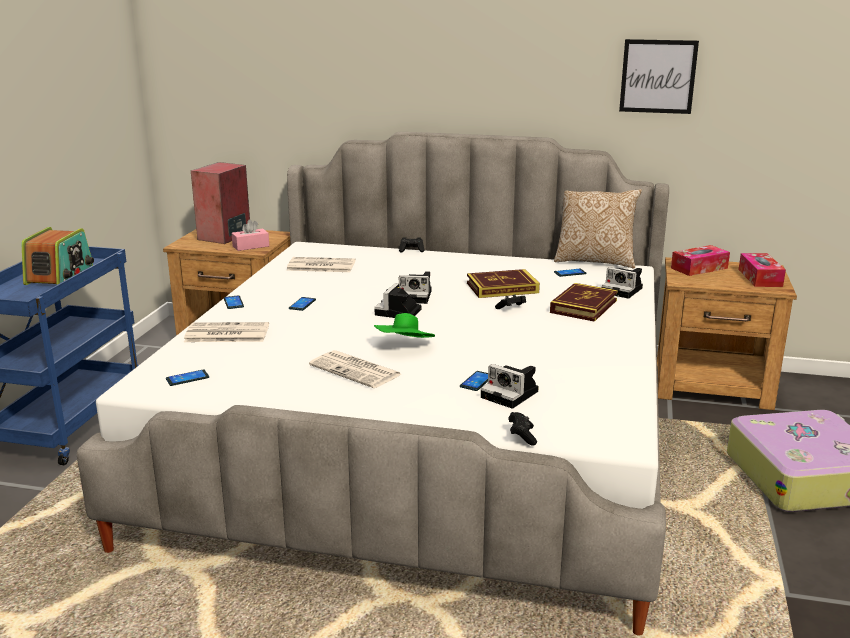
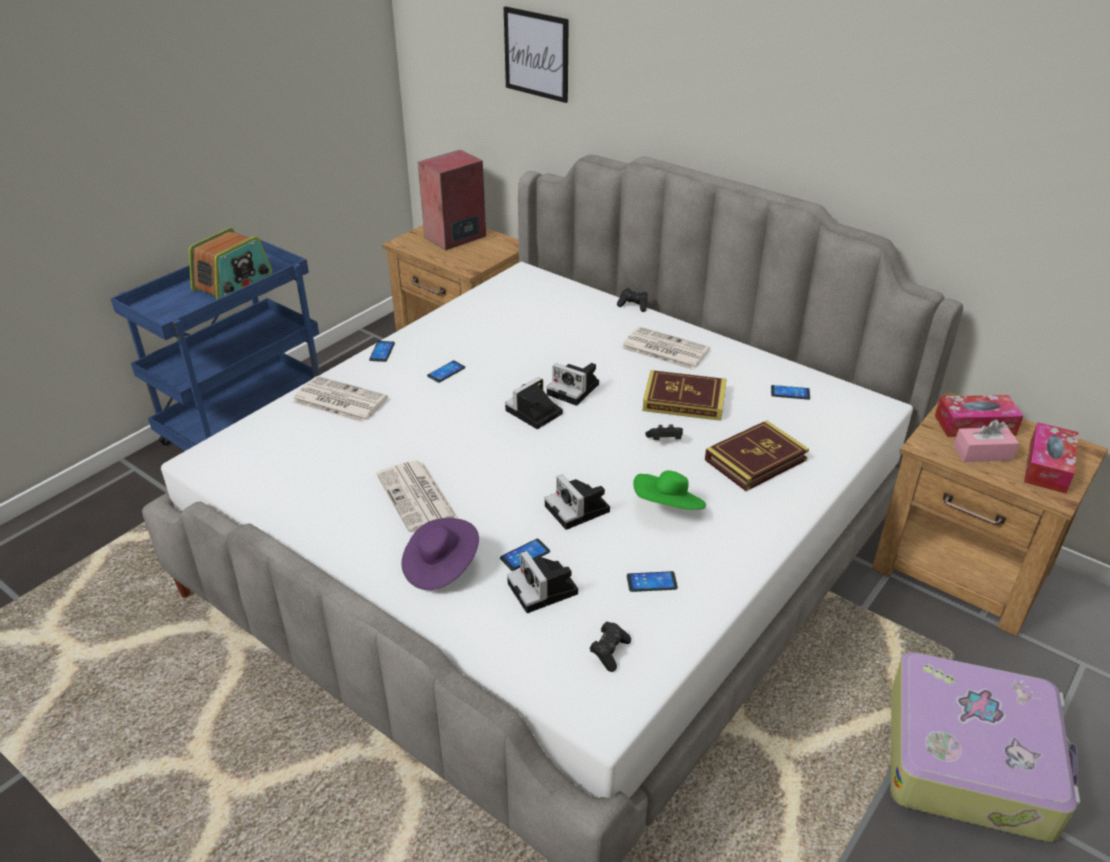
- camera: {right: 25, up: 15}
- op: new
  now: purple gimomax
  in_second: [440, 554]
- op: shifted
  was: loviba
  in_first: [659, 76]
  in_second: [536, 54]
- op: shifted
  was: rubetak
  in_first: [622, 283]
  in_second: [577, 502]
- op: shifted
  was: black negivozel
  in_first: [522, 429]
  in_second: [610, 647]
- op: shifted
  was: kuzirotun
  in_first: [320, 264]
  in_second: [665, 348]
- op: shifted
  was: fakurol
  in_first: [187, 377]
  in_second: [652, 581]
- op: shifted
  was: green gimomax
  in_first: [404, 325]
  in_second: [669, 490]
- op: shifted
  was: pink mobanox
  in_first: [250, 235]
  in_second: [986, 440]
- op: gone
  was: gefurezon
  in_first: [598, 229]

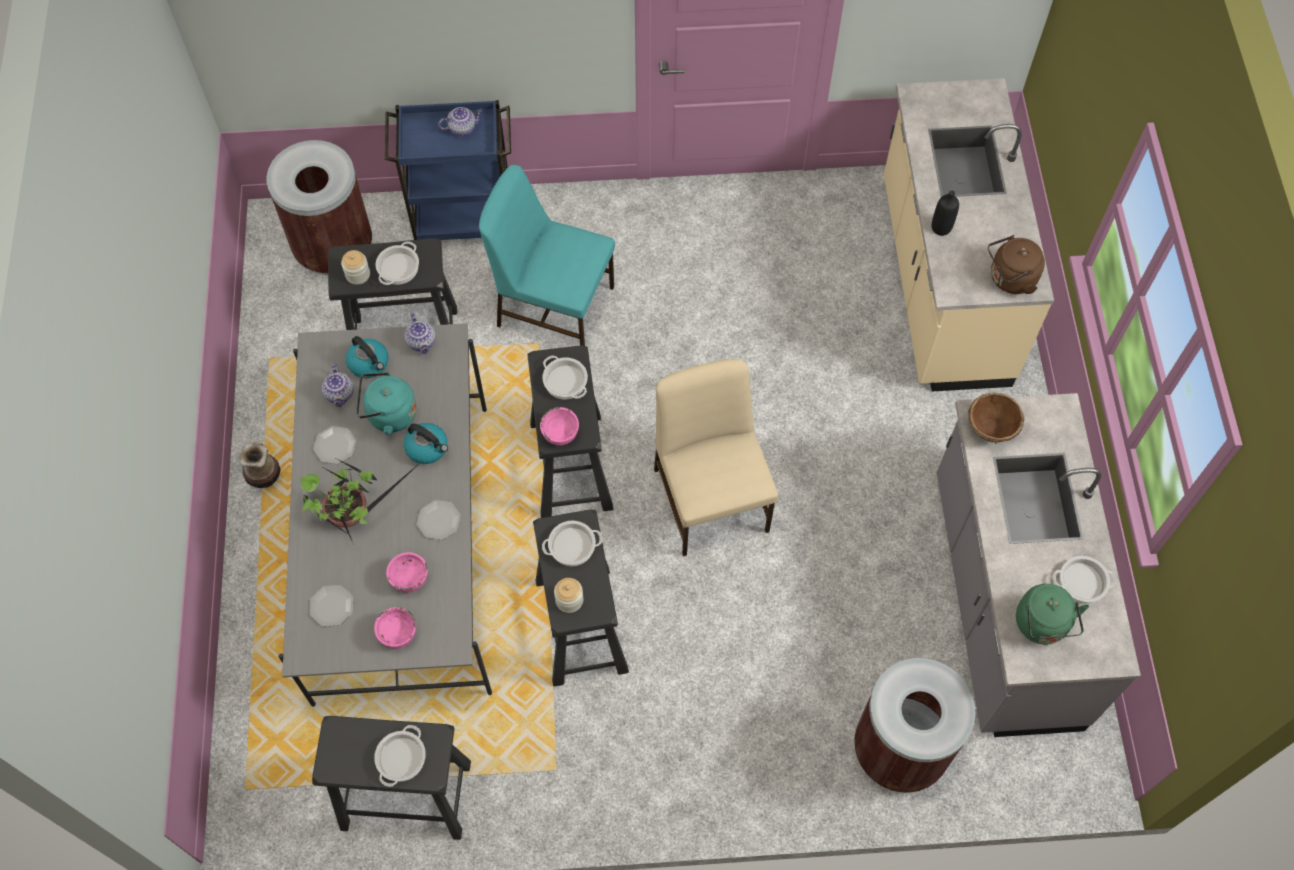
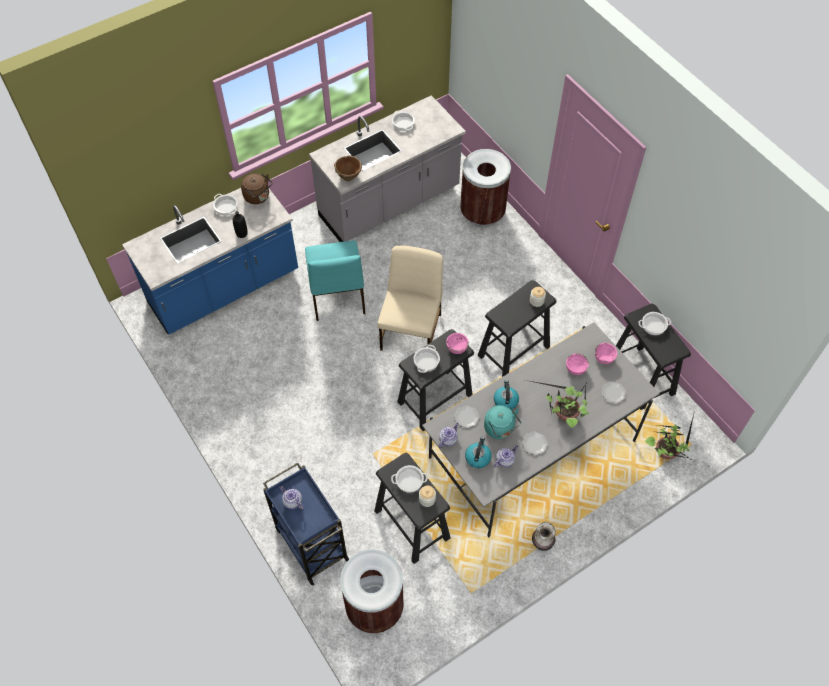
- camera: {right: -120, up: -5}
- op: repainted
  was: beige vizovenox
  now: blue vizovenox
  in_first: [969, 234]
  in_second: [210, 261]
- op: shifted
  was: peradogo
  in_first: [572, 543]
  in_second: [225, 205]
- op: shifted
  was: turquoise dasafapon
  in_first: [547, 255]
  in_second: [335, 280]
- op: rotated
  was: beige dasafapon
  in_first: [716, 457]
  in_second: [410, 298]
  clockwise: 150
- op: shifted
  was: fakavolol
  in_first: [439, 520]
  in_second: [467, 416]
- op: new
  now: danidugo
  in_second: [670, 435]
- op: gone
  was: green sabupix
  in_first: [1052, 614]

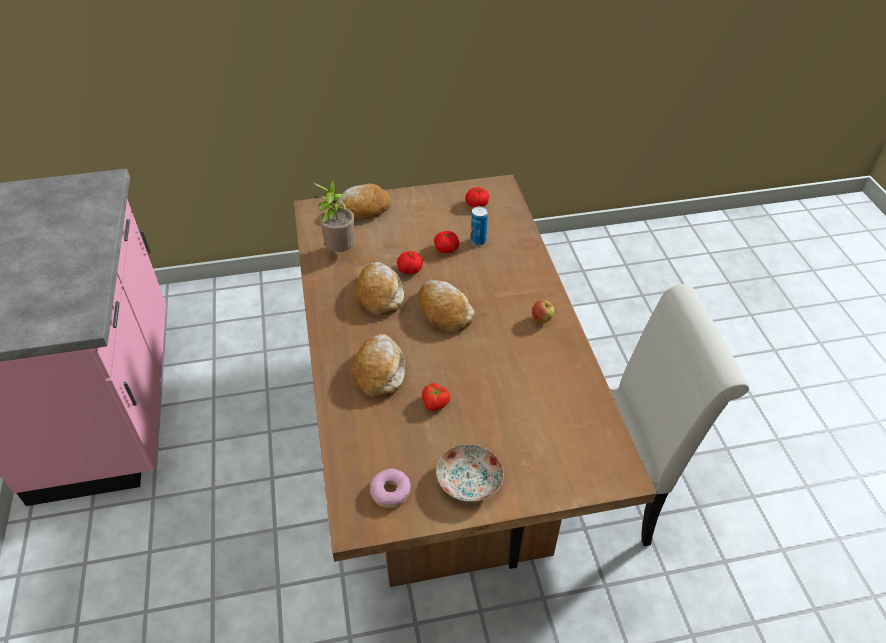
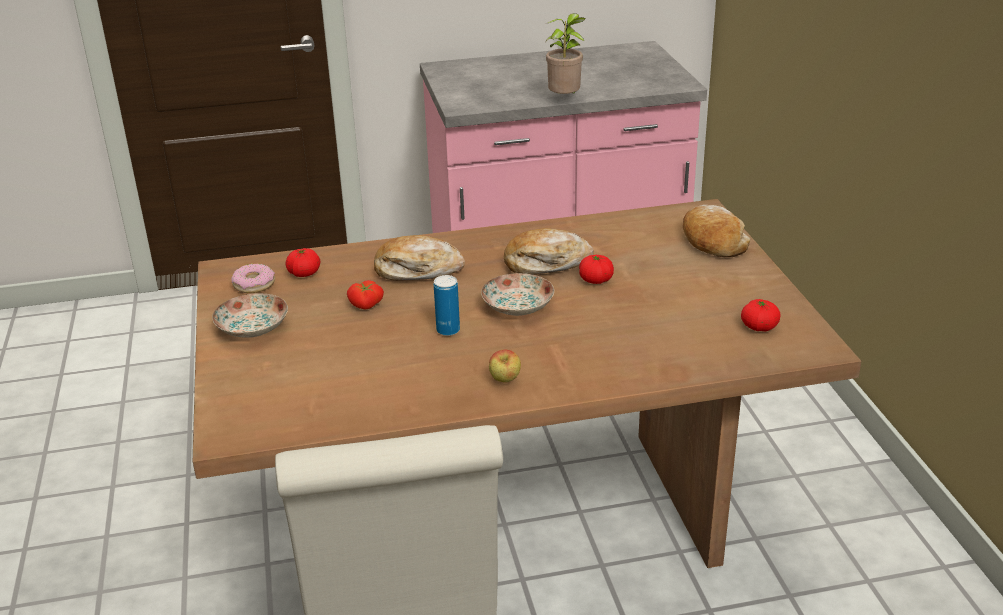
- camera: {right: 90, up: -15}
- op: shifted
  was: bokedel
  in_first: [446, 242]
  in_second: [303, 262]
- op: shifted
  was: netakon
  in_first: [479, 226]
  in_second: [447, 305]
- op: swapped
  was: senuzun
  now: fakavolol
  in_first: [446, 306]
  in_second: [517, 294]
- op: shifted
  was: danidugo
  in_first: [334, 215]
  in_second: [566, 53]

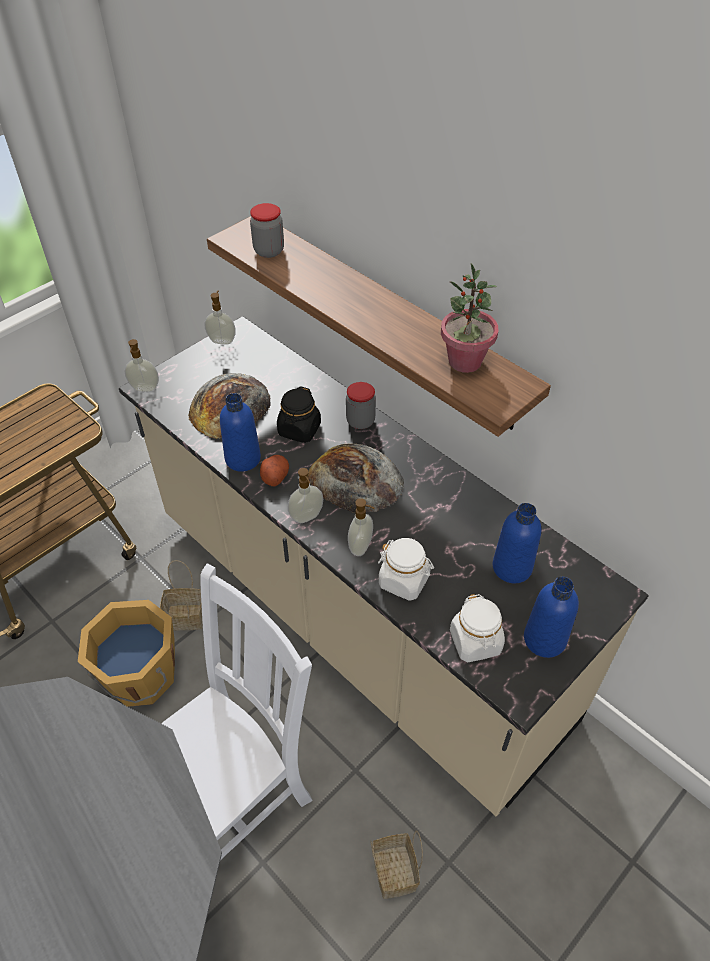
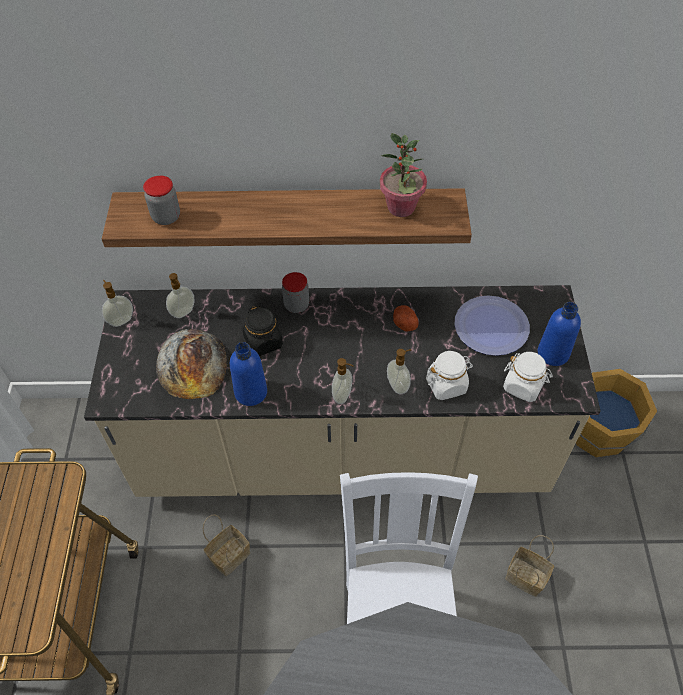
- camera: {right: -45, up: 5}
- op: shifted
  was: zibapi
  in_first: [141, 365]
  in_second: [180, 295]
- op: shifted
  was: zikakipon
  in_first: [274, 470]
  in_second: [406, 318]
- op: swapped
  was: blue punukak
  now: fakavolol
  in_first: [517, 543]
  in_second: [492, 326]
- op: shifted
  was: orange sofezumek
  in_first: [126, 653]
  in_second: [616, 413]
- op: gone
  was: senuzun
  in_first: [356, 478]

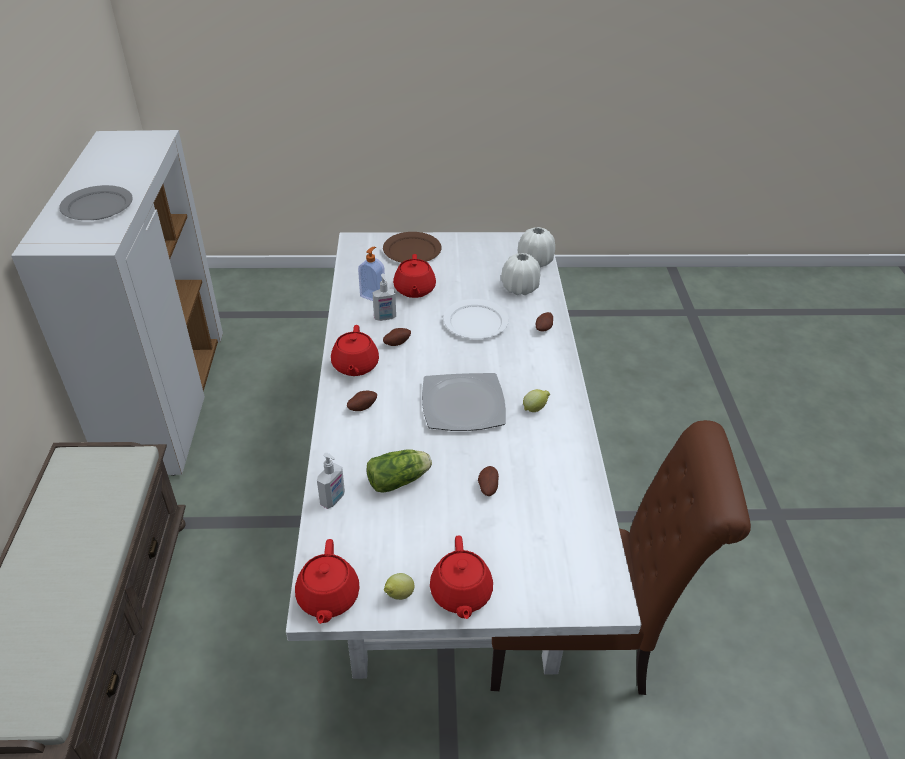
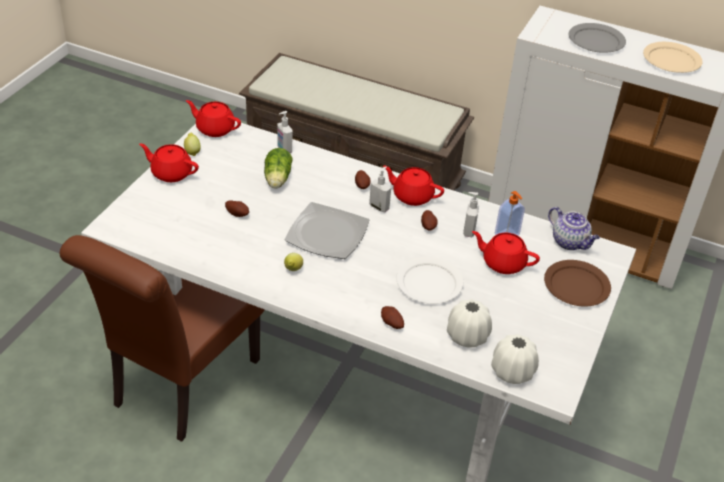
- camera: {right: 115, up: 0}
- op: new
  now: zibapi
  in_second: [380, 189]
- op: new
  now: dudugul
  in_second: [574, 228]
- op: new
  now: beige fakavolol
  in_second: [673, 57]

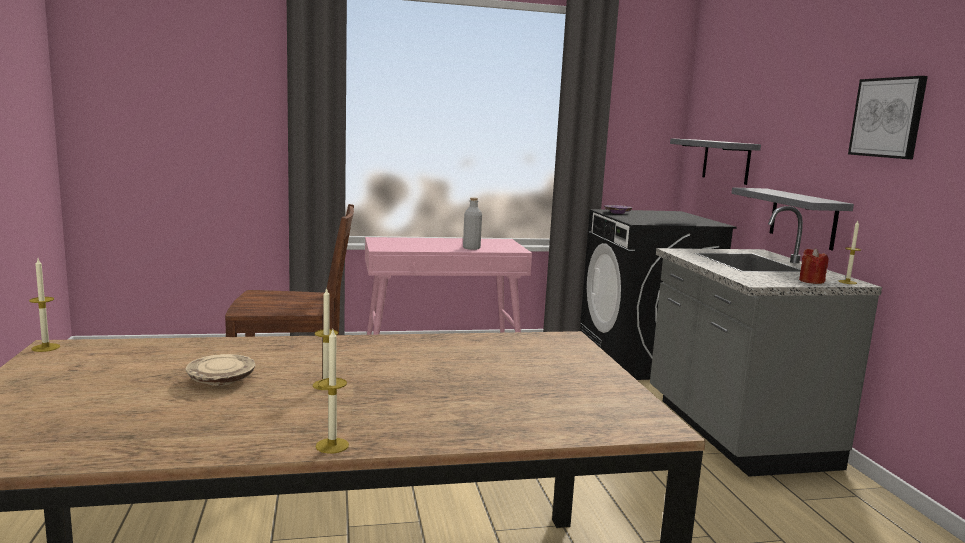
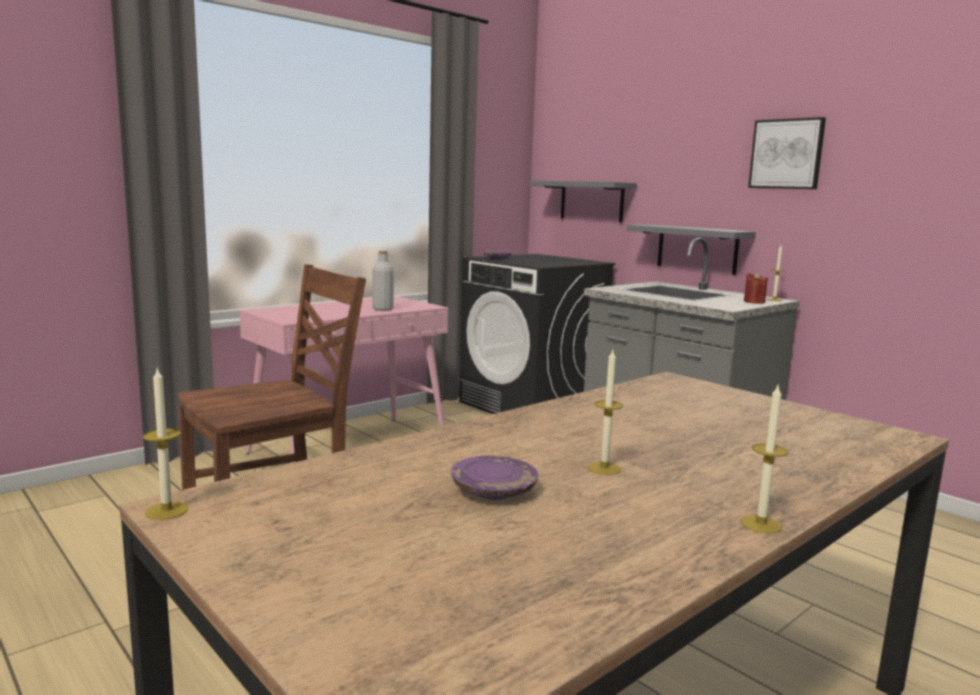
- camera: {right: -30, up: 0}
- op: repainted
  was: beige fakavolol
  now: purple fakavolol
  in_first: [221, 370]
  in_second: [494, 477]

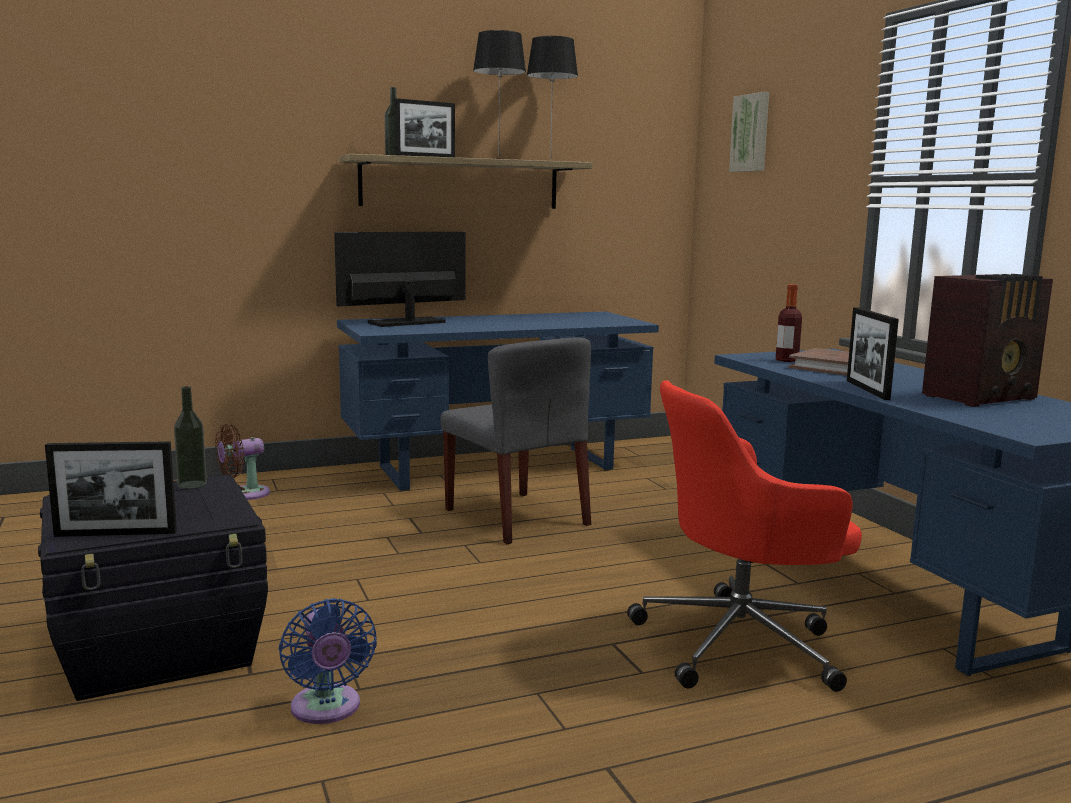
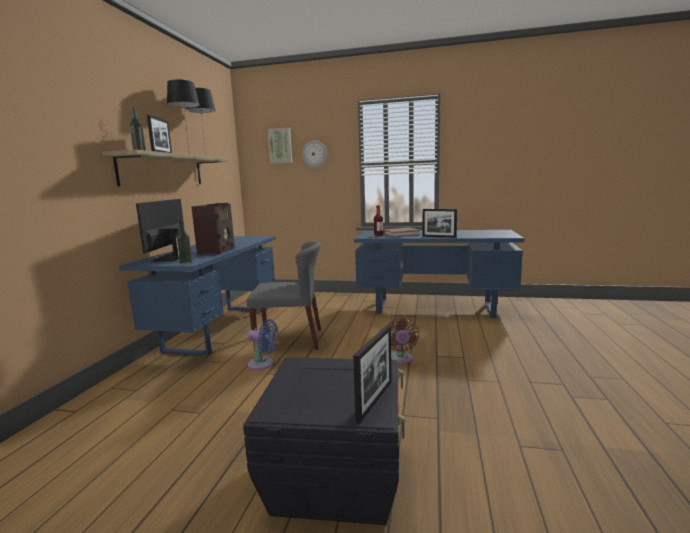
- camera: {right: -55, up: 0}
- op: shifted
  was: punukak
  in_first: [190, 437]
  in_second: [184, 242]
- op: shifted
  was: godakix
  in_first: [987, 340]
  in_second: [213, 229]
- op: shifted
  was: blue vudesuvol
  in_first: [328, 661]
  in_second: [263, 344]
- op: new
  now: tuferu
  in_second: [315, 154]
- op: shifted
  was: brown vudesuvol
  in_first: [242, 462]
  in_second: [403, 341]
- op: gone
  was: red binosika
  in_first: [744, 536]

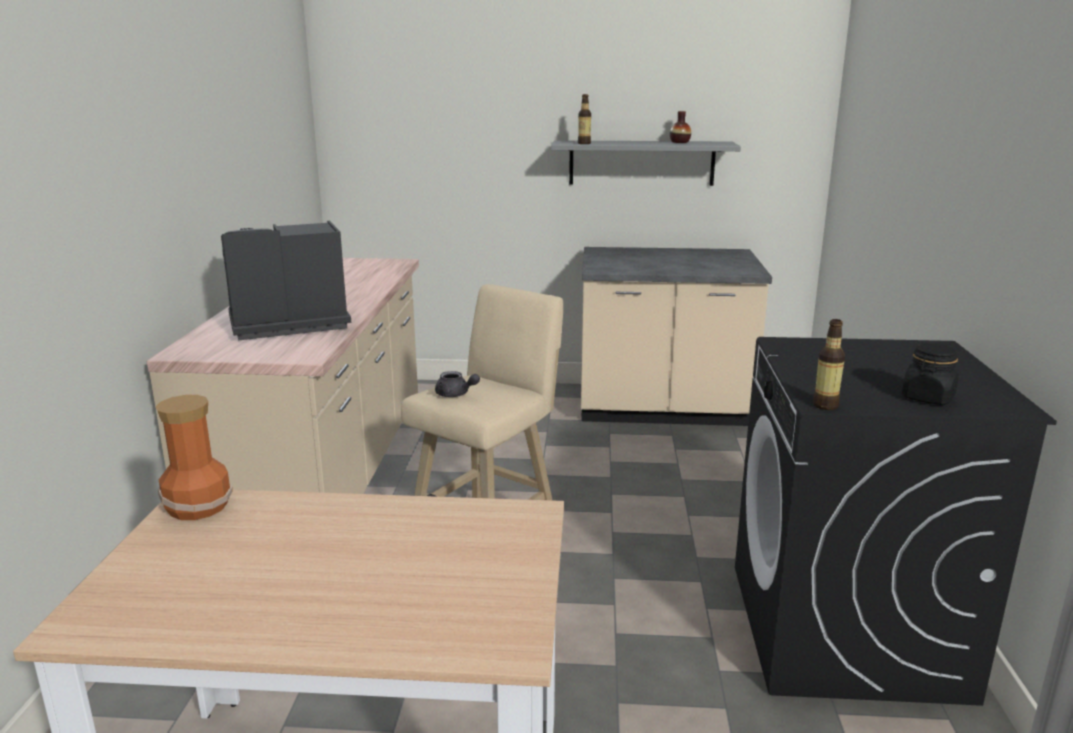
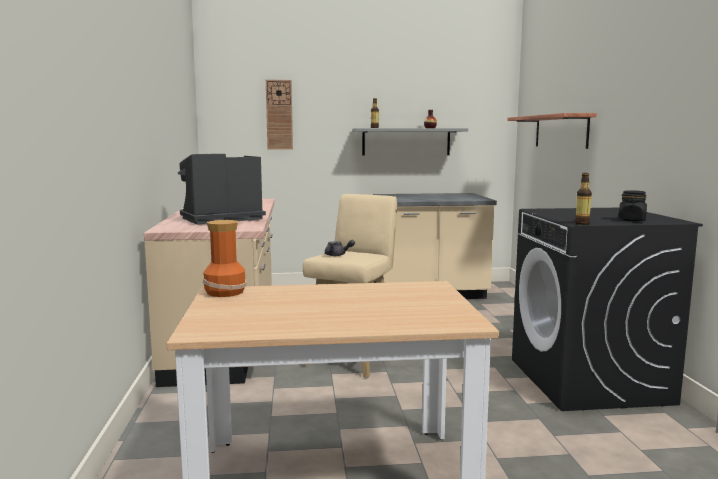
- camera: {right: -10, up: -10}
- op: new
  now: tuferu
  in_second: [279, 115]
- op: new
  now: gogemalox
  in_second: [552, 131]

